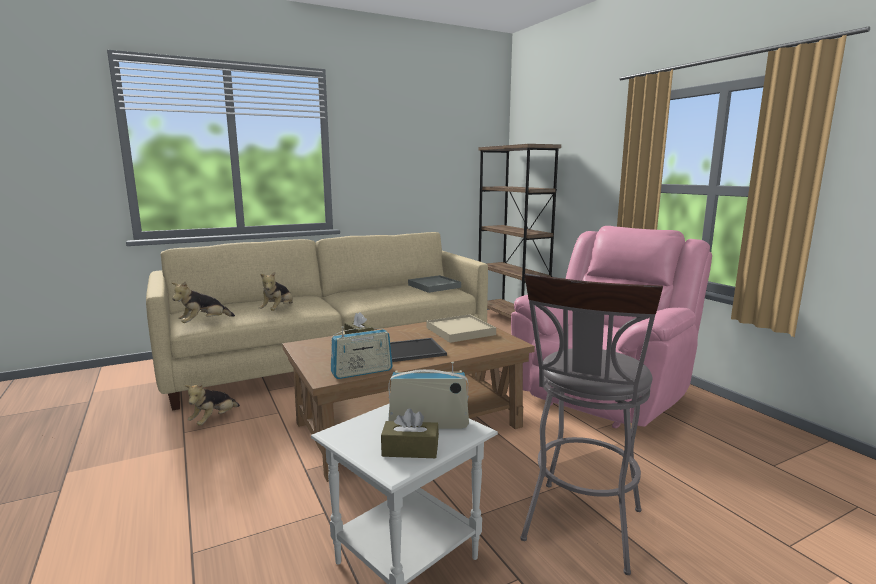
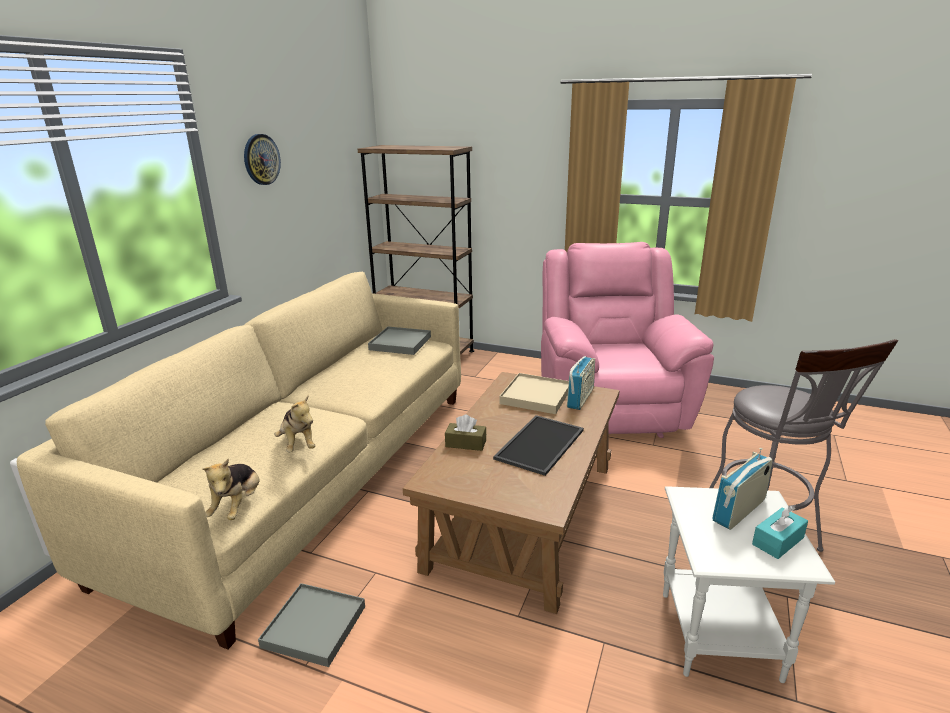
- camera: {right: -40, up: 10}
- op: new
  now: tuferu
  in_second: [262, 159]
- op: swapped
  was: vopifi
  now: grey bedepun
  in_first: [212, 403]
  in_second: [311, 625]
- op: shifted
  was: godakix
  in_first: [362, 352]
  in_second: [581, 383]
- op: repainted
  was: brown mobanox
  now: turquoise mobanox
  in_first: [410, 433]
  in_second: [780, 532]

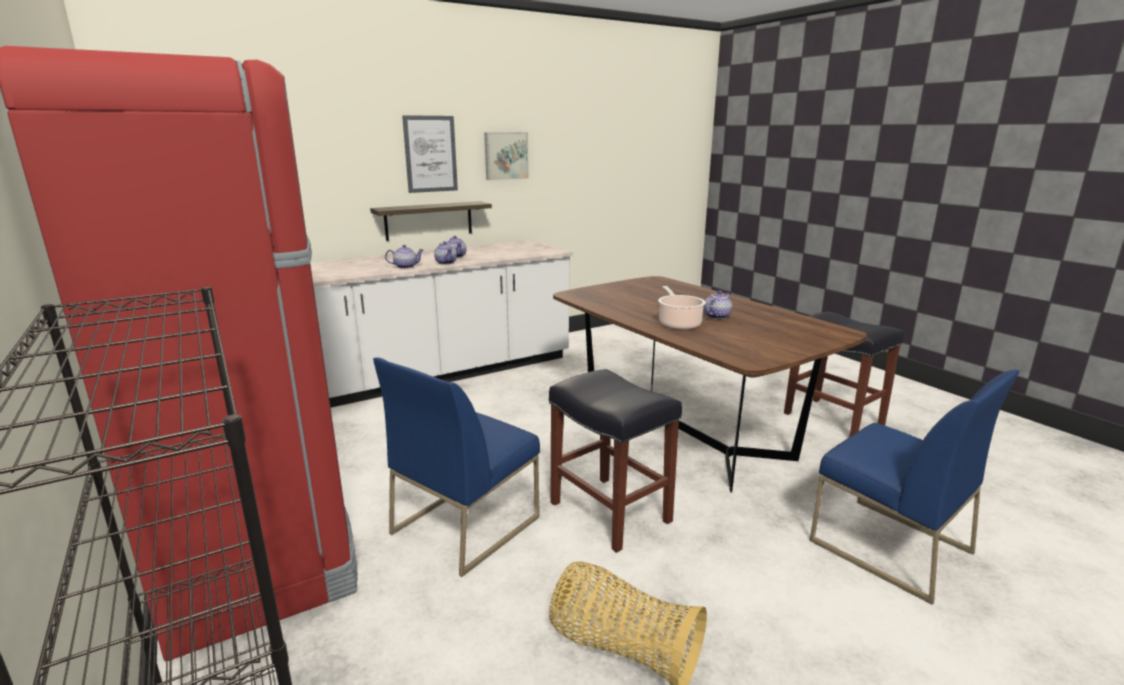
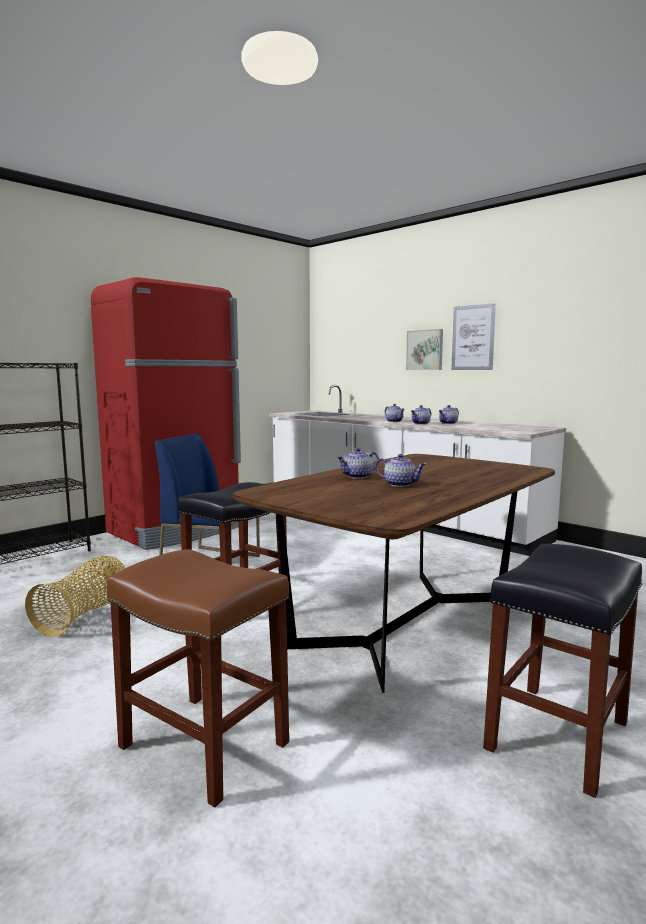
- camera: {right: 75, up: -10}
- op: swapped
  was: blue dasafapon
  now: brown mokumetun
  in_first: [915, 487]
  in_second: [197, 678]
- op: swapped
  was: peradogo
  now: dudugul
  in_first: [682, 308]
  in_second: [357, 463]
- op: shifted
  was: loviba
  in_first: [506, 156]
  in_second: [424, 349]
- op: gone
  was: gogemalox
  in_first: [431, 221]

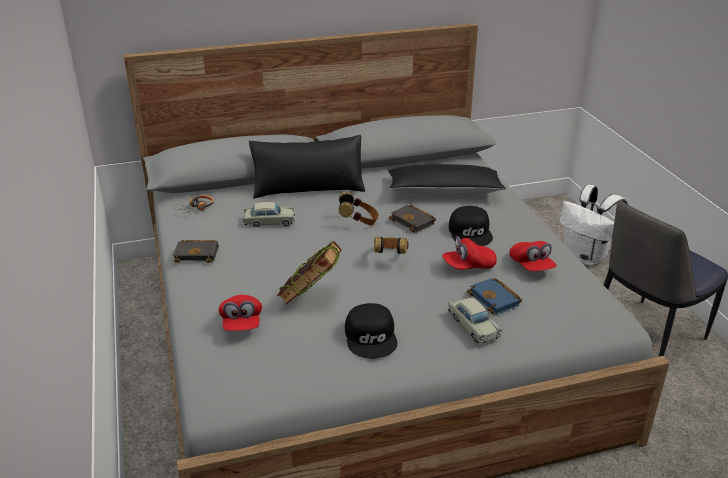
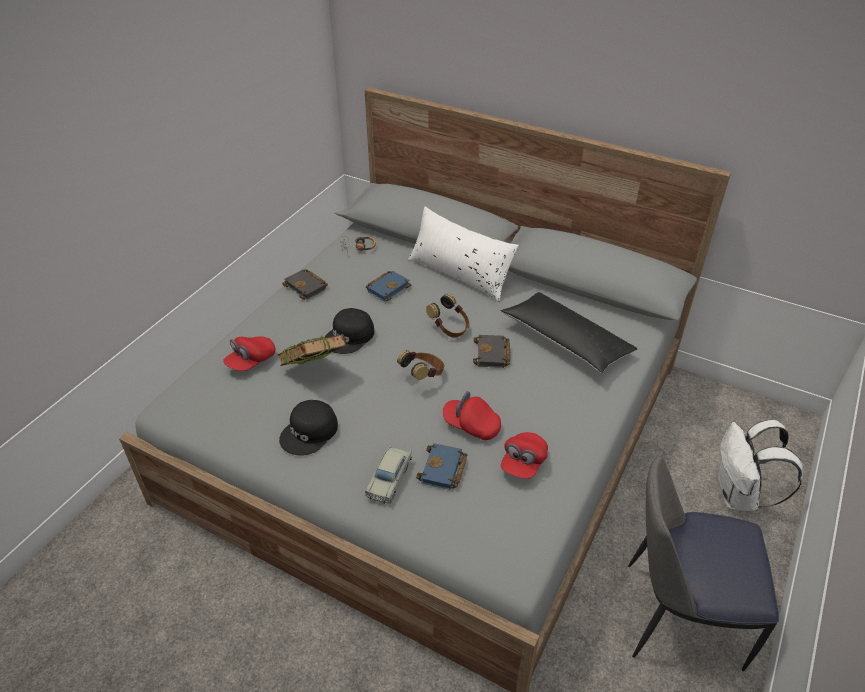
- camera: {right: 45, up: 10}
- op: shifted
  was: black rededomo
  in_first: [471, 226]
  in_second: [349, 331]
- op: swapped
  was: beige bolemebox
  now: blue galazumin
  in_first: [269, 214]
  in_second: [388, 286]
- op: repainted
  was: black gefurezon
  now: white gefurezon
  in_first: [307, 167]
  in_second: [463, 254]

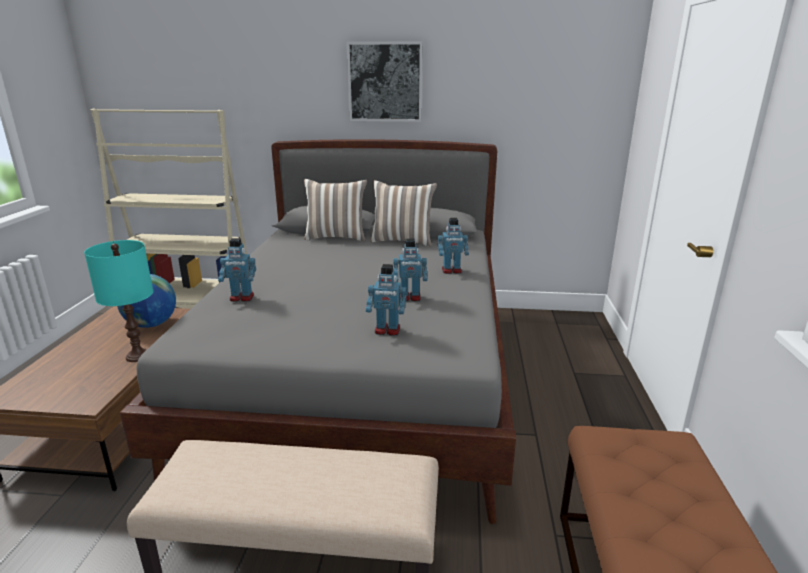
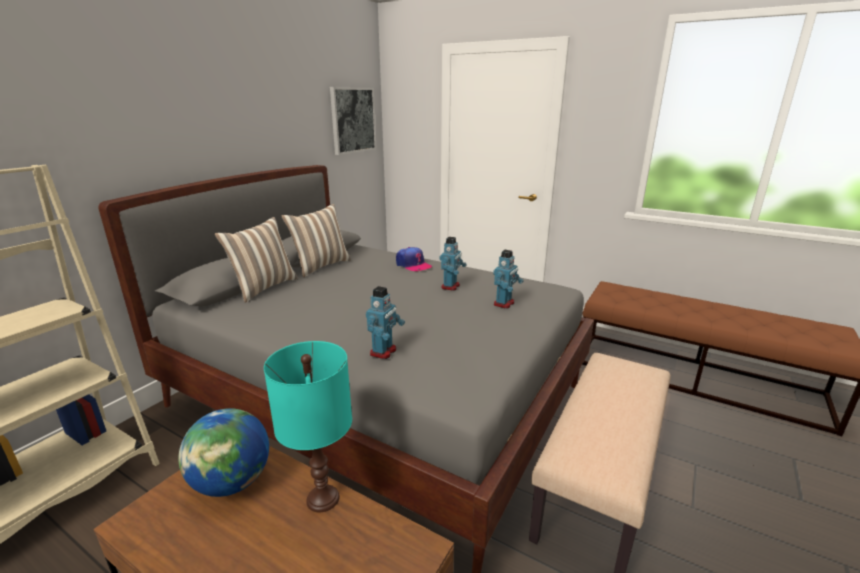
- camera: {right: -65, up: 0}
- op: shifted
  was: loviba
  in_first: [384, 81]
  in_second: [353, 121]
- op: swapped
  was: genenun
  now: rededomo
  in_first: [453, 246]
  in_second: [414, 259]

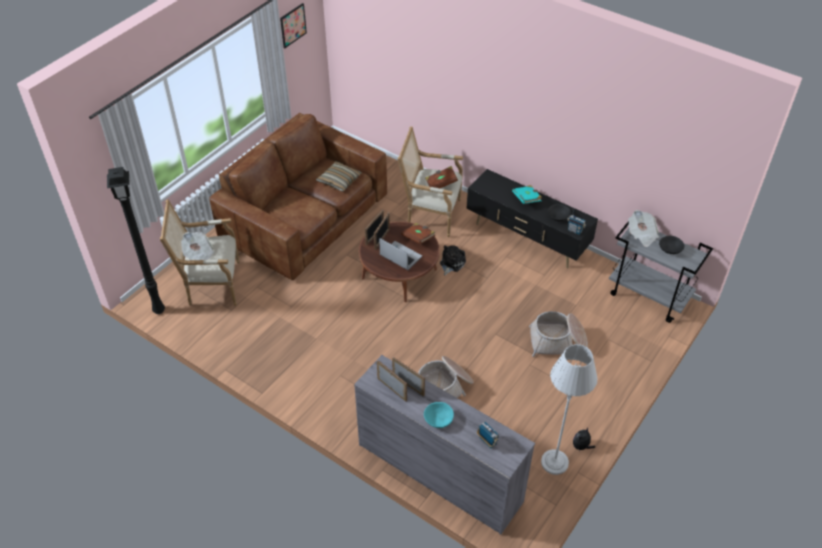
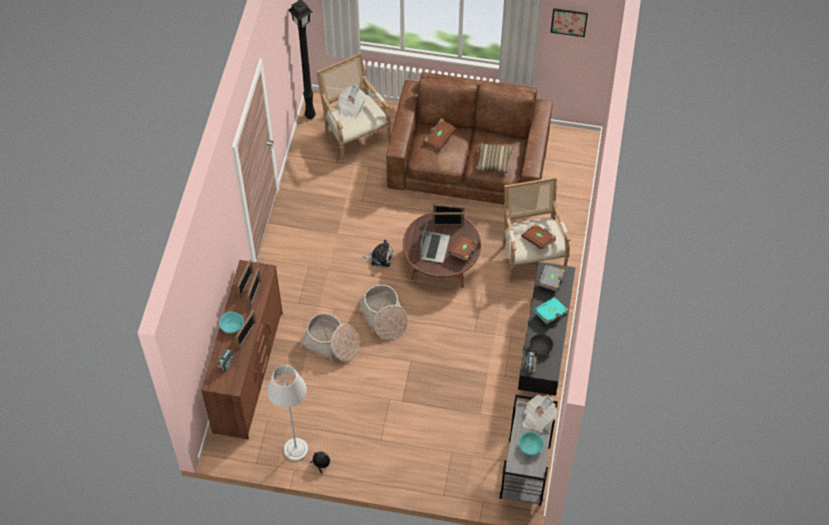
- camera: {right: 65, up: 10}
- op: repainted
  was: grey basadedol
  now: brown basadedol
  in_first: [444, 445]
  in_second: [242, 349]
- op: new
  now: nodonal
  in_second: [245, 329]
- op: shifted
  was: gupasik
  in_first: [558, 334]
  in_second: [382, 312]
- op: shifted
  was: vopifi
  in_first: [453, 260]
  in_second: [378, 254]
- op: new
  now: brown galazumin
  in_second: [440, 134]
- op: repainted
  was: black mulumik
  now: turquoise mulumik
  in_first: [671, 245]
  in_second: [531, 443]
- op: new
  now: grey galazumin
  in_second: [551, 278]

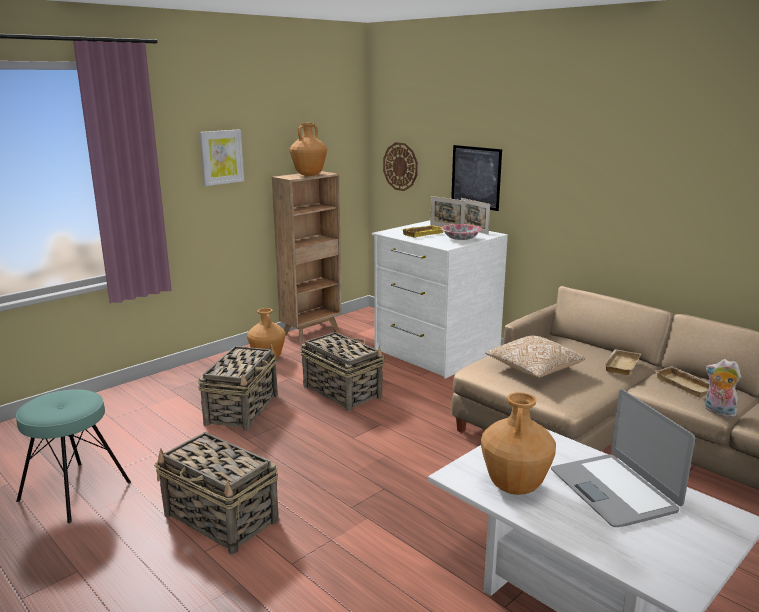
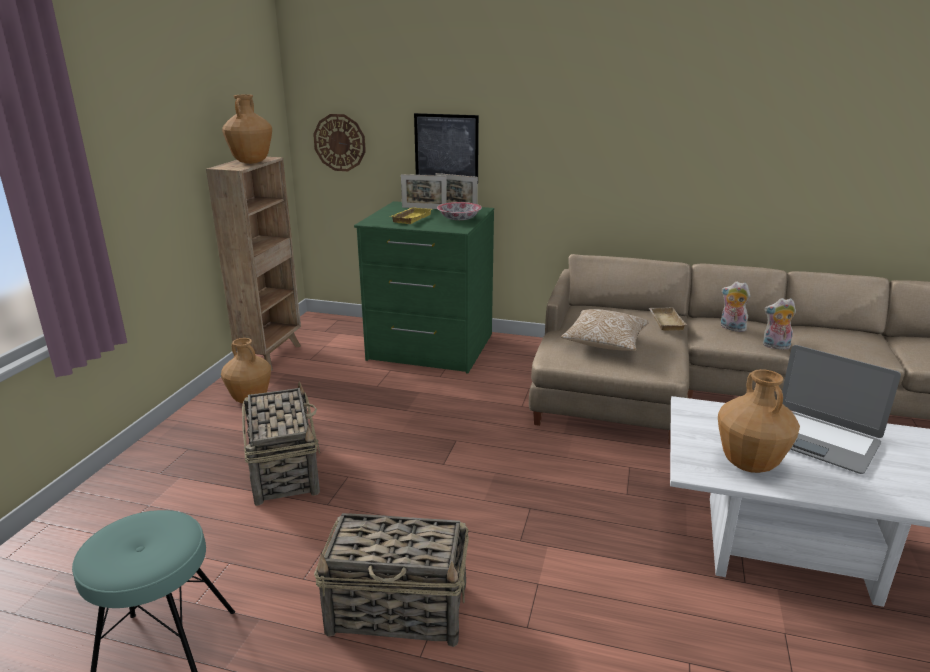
- camera: {right: -30, up: 5}
- op: repainted
  was: white basadedol
  now: green basadedol
  in_first: [440, 299]
  in_second: [424, 287]
- op: swapped
  was: beige bedepun
  now: vopifi
  in_first: [682, 382]
  in_second: [735, 306]
- op: gone
  was: loviba
  in_first: [221, 157]
- op: gone
  was: gupasik
  in_first: [343, 369]

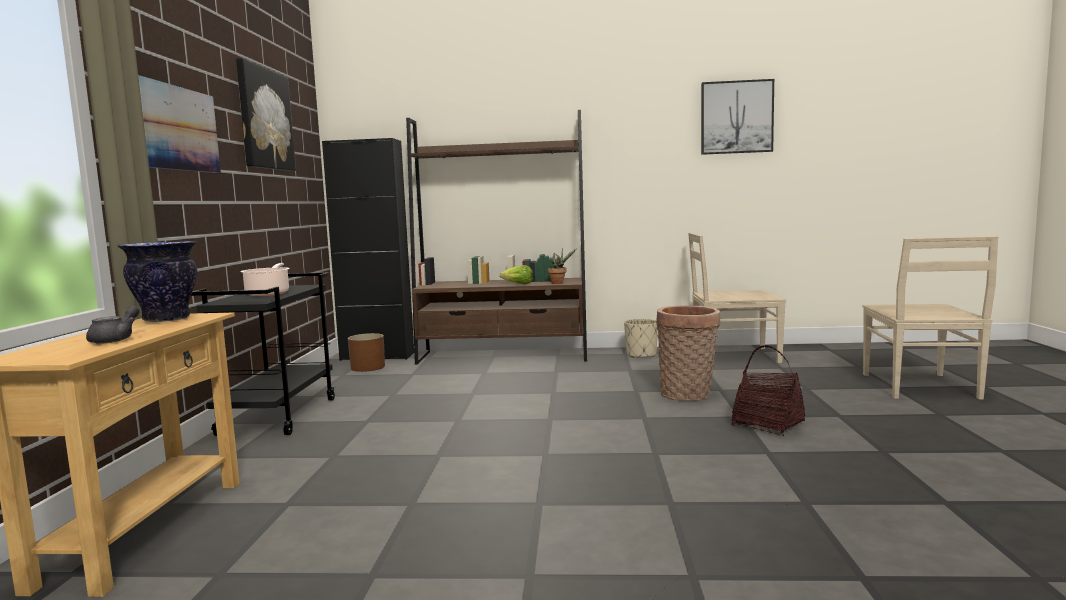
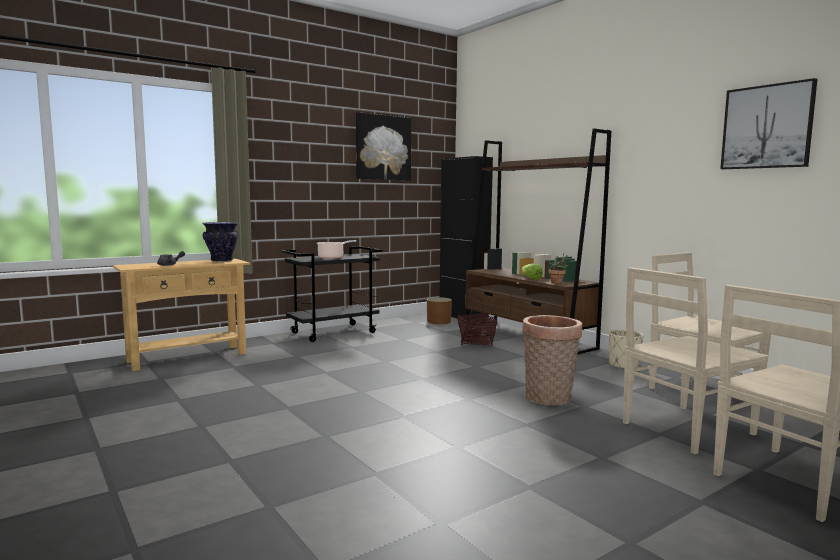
- camera: {right: 50, up: 0}
- op: shifted
  was: gupasik
  in_first: [768, 390]
  in_second: [477, 321]
- op: new
  now: beige dasafapon
  in_second: [696, 360]
- op: gone
  was: loviba
  in_first: [179, 124]

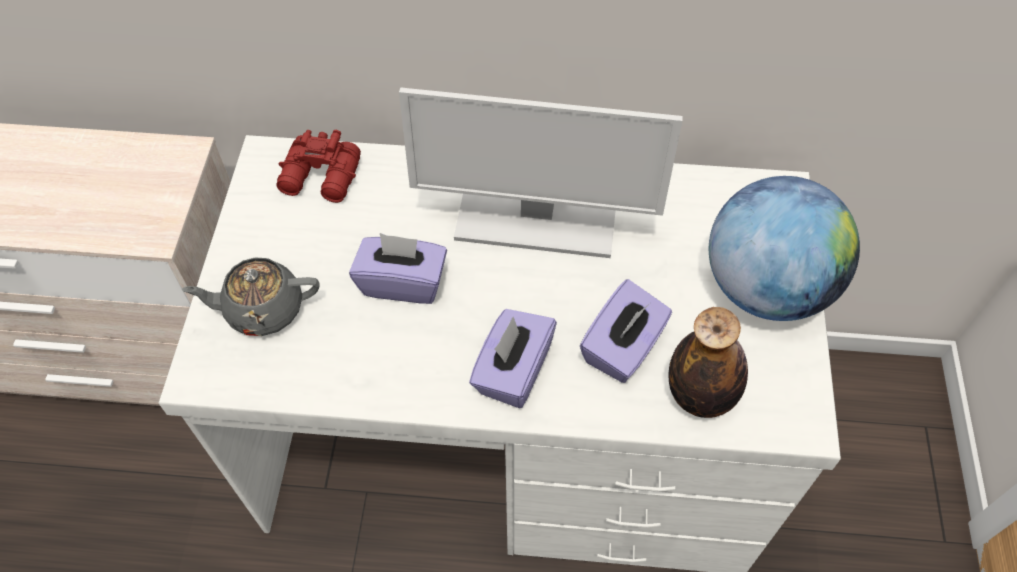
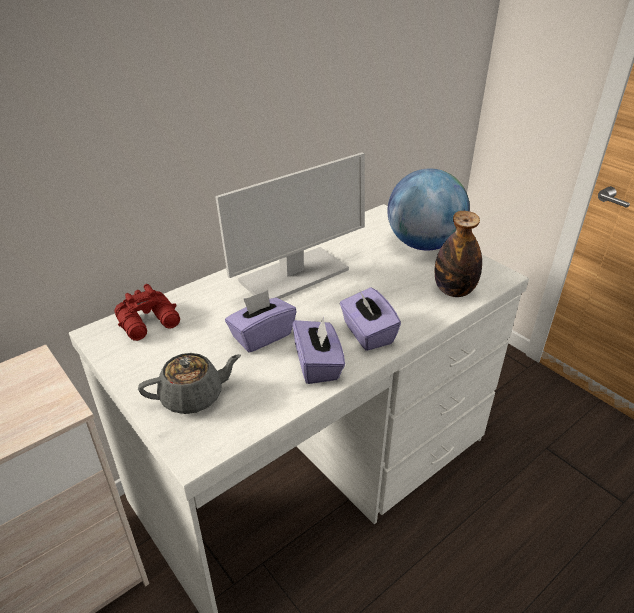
- camera: {right: -45, up: -20}
- op: rotated
  was: grey dudugul
  in_first: [251, 296]
  in_second: [189, 383]
  clockwise: -150
- op: shifted
  was: purple mobanox
  in_first: [626, 331]
  in_second: [319, 350]

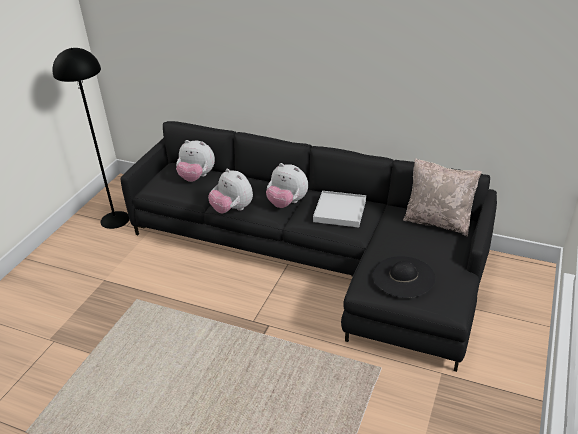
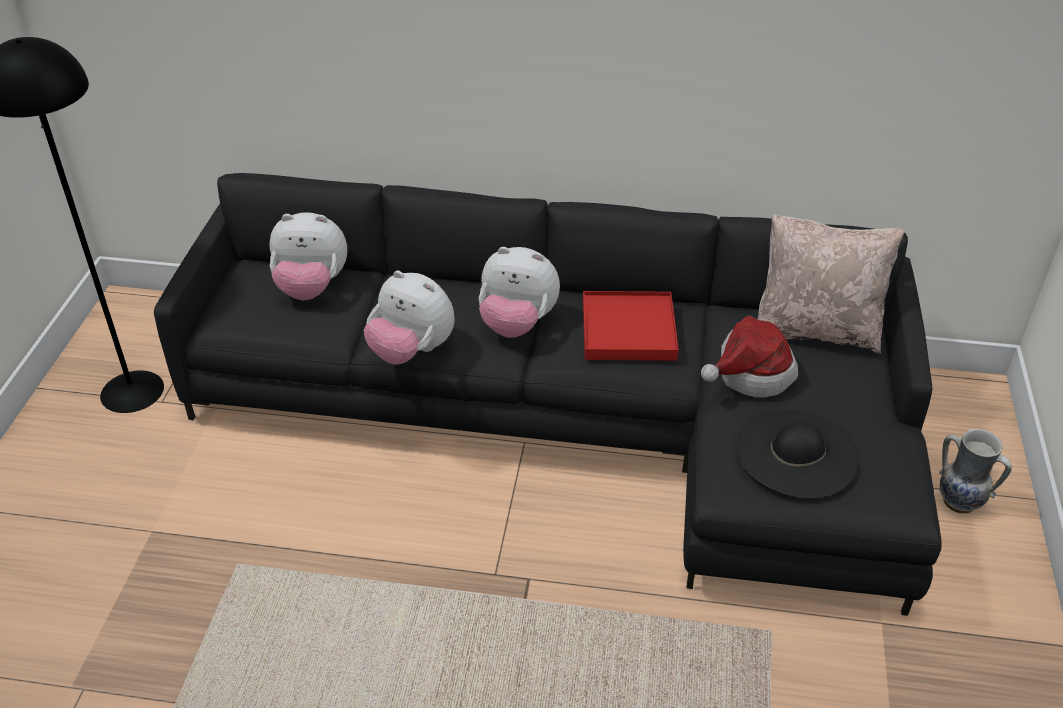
- camera: {right: -15, up: 5}
- op: repainted
  was: white bedepun
  now: red bedepun
  in_first: [339, 209]
  in_second: [631, 326]
- op: new
  now: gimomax
  in_second: [749, 356]
- op: new
  now: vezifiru
  in_second: [975, 471]

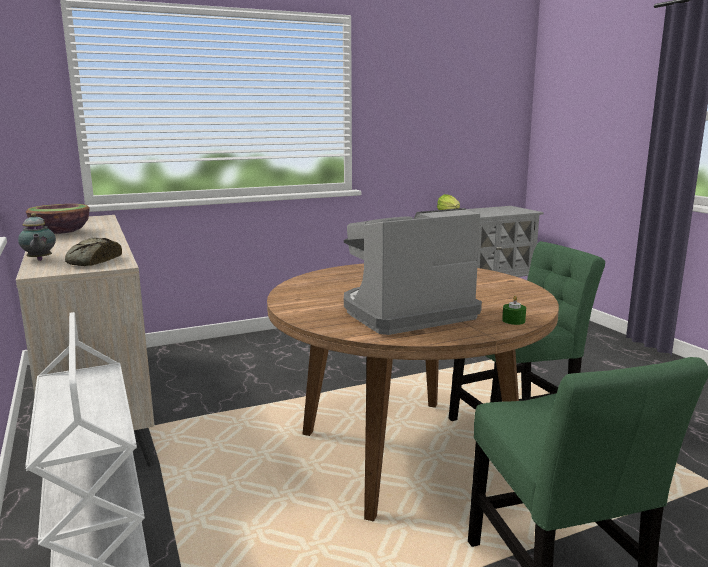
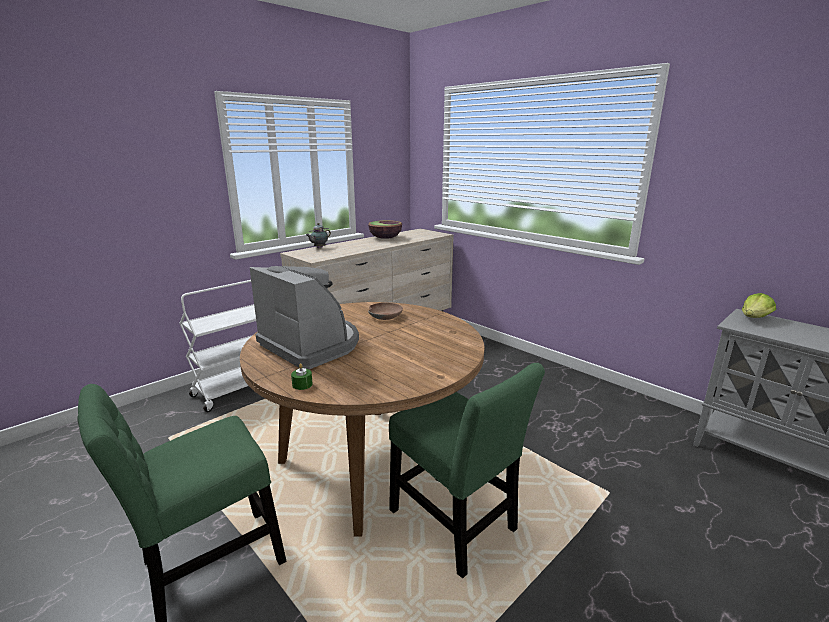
- camera: {right: 70, up: 5}
- op: new
  now: brown mulumik
  in_second: [385, 311]
- op: gone
  was: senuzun
  in_first: [93, 252]

